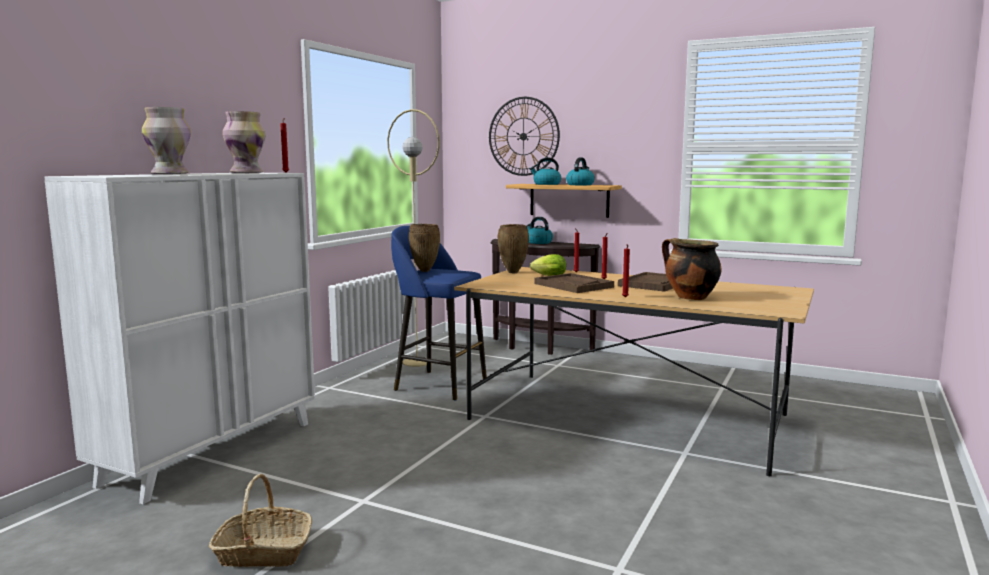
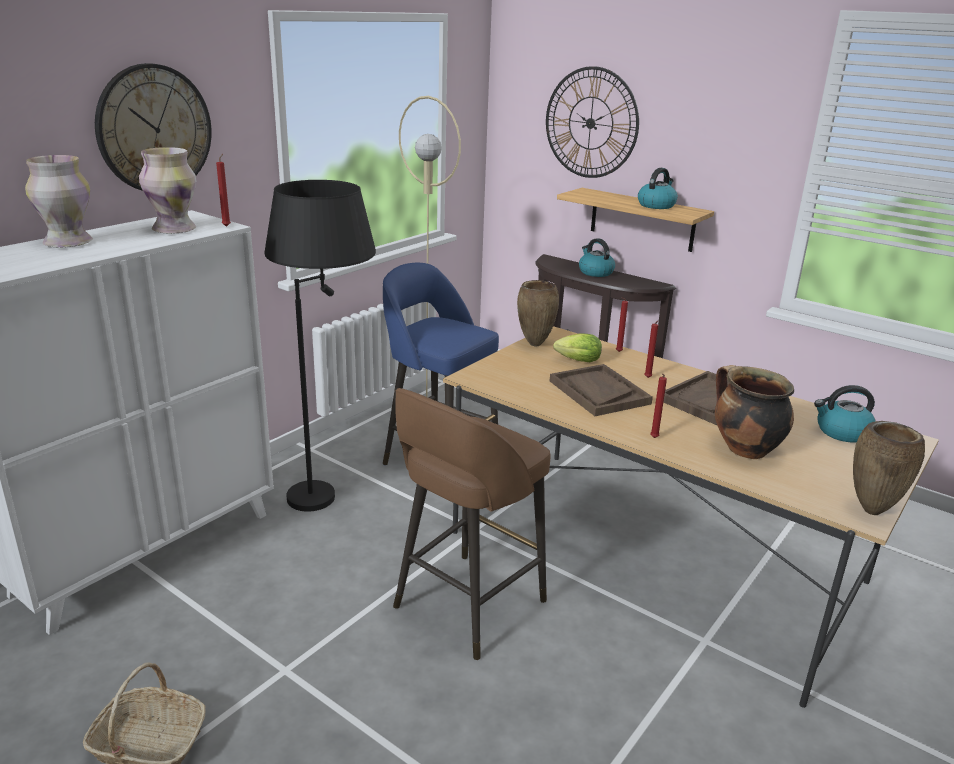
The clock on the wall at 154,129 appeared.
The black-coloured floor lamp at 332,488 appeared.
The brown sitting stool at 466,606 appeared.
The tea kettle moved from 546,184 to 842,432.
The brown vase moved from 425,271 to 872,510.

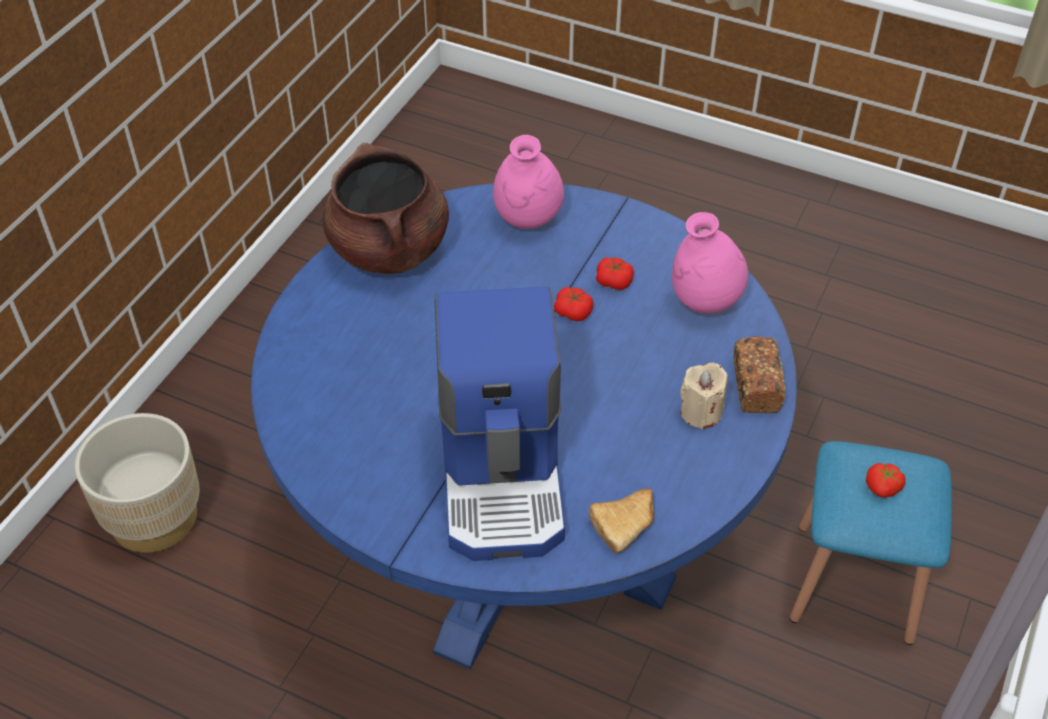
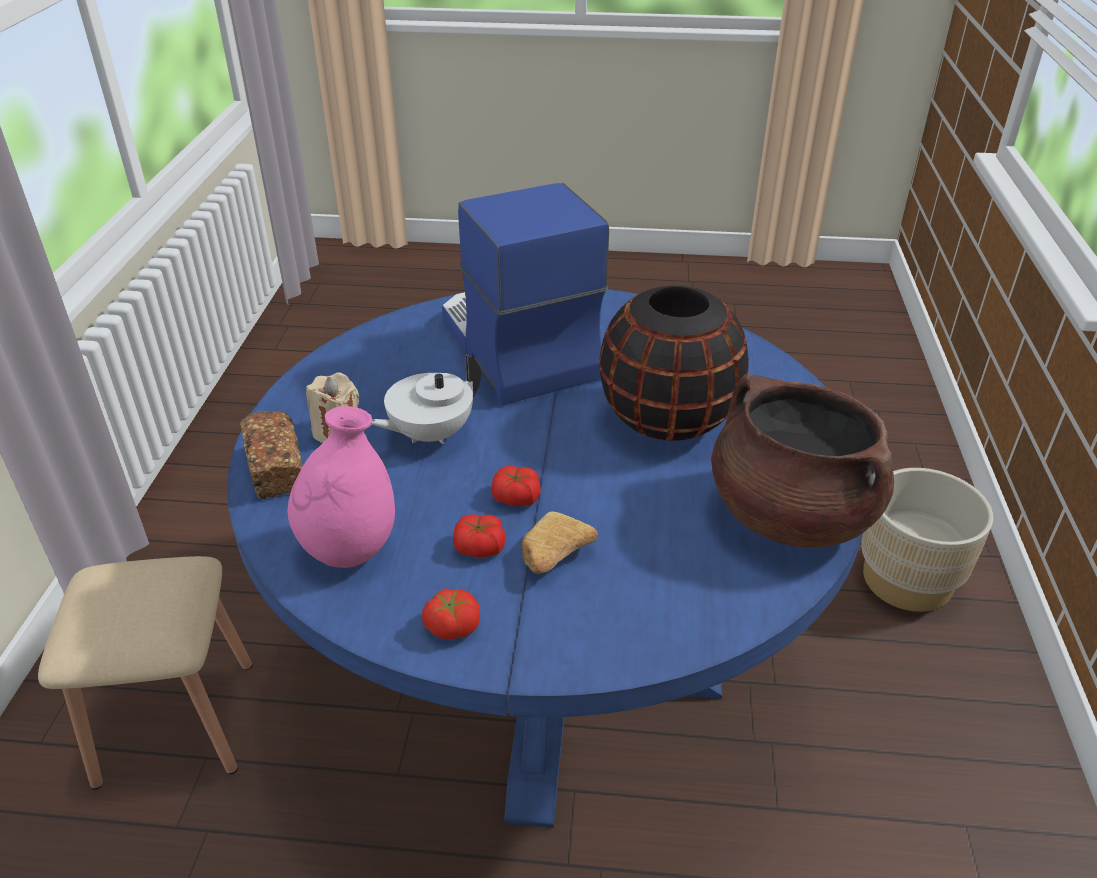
The bluish sitting stool at 854,582 became the beige sitting stool at 176,721.
The white tea pot at 430,434 appeared.
The tomato moved from 883,488 to 452,625.
The baked bread moved from 627,523 to 552,557.
The black-coloured vase at 668,419 appeared.
The pinkish vase at 527,220 disappeared.

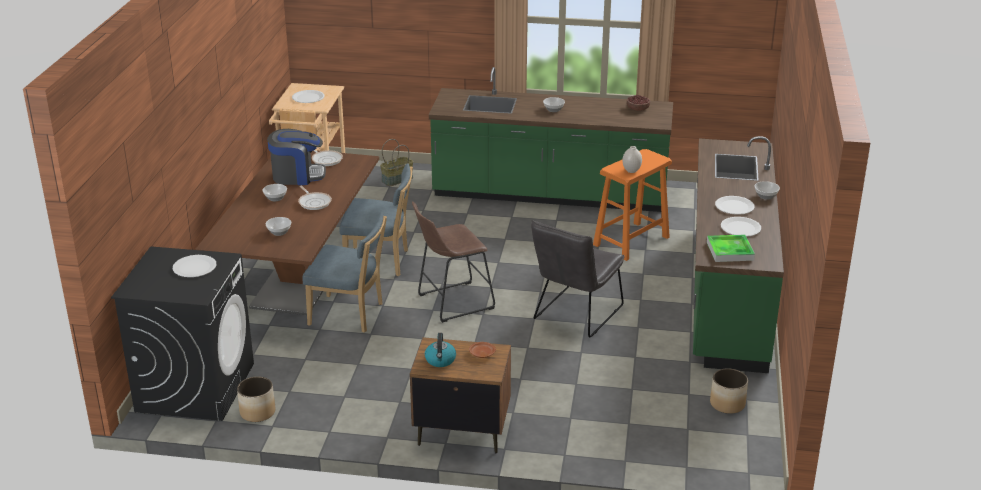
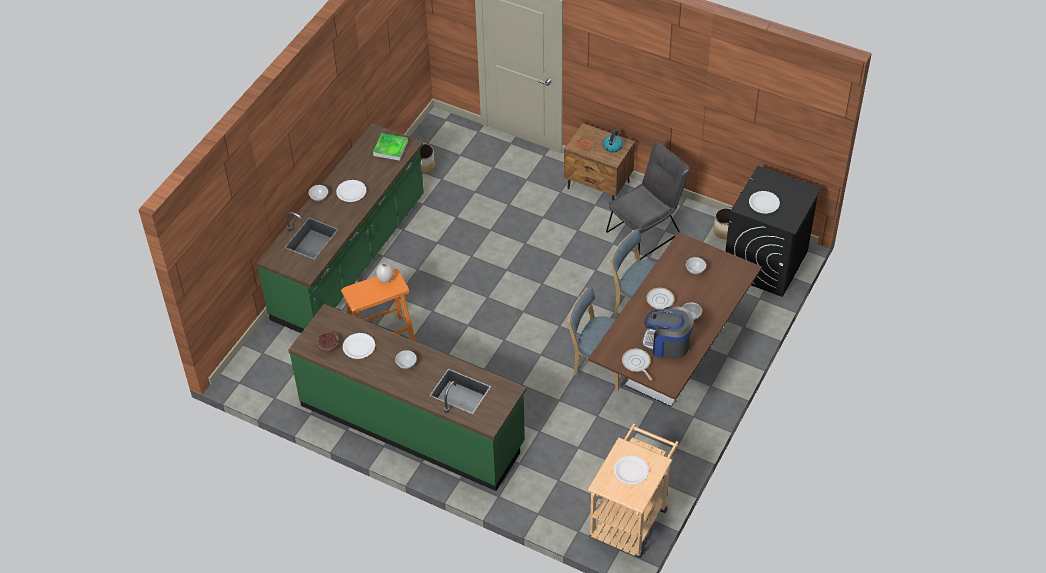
The white flat dish moved from 740,228 to 359,346.
The greyish upright chair moved from 575,315 to 647,231.
The household basket at 397,179 disappeared.
The brown sitting stool at 451,302 disappeared.

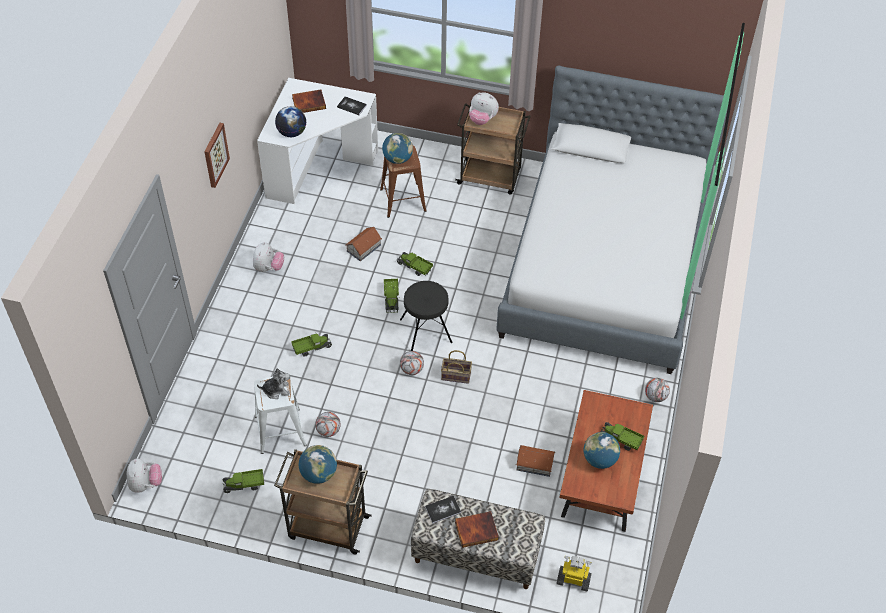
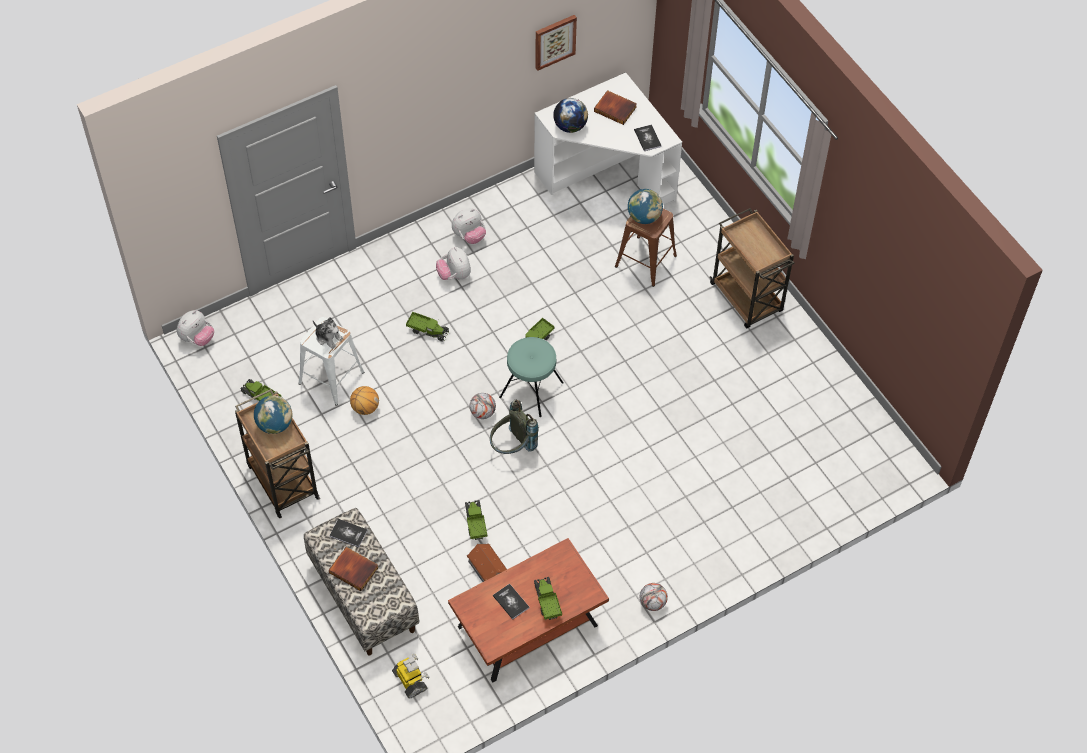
The football ball at 328,431 was replaced by the basketball ball at 365,408.
The soft toy moved from 482,119 to 454,275.
The toy lorry moved from 414,267 to 475,523.
The household basket at 457,375 was replaced by the greyish backpack at 512,447.
The desk globe at 599,459 was replaced by the bound book at 511,602.
The black-coloured sitting stool at 425,331 became the blue-green sitting stool at 531,390.
The wall art moved from 215,154 to 554,41.
The toy house at 364,248 disappeared.
The bed at 605,264 disappeared.

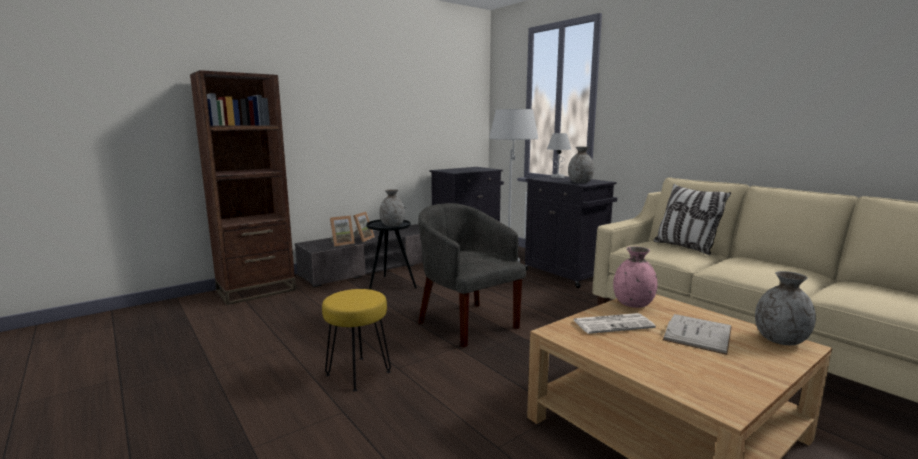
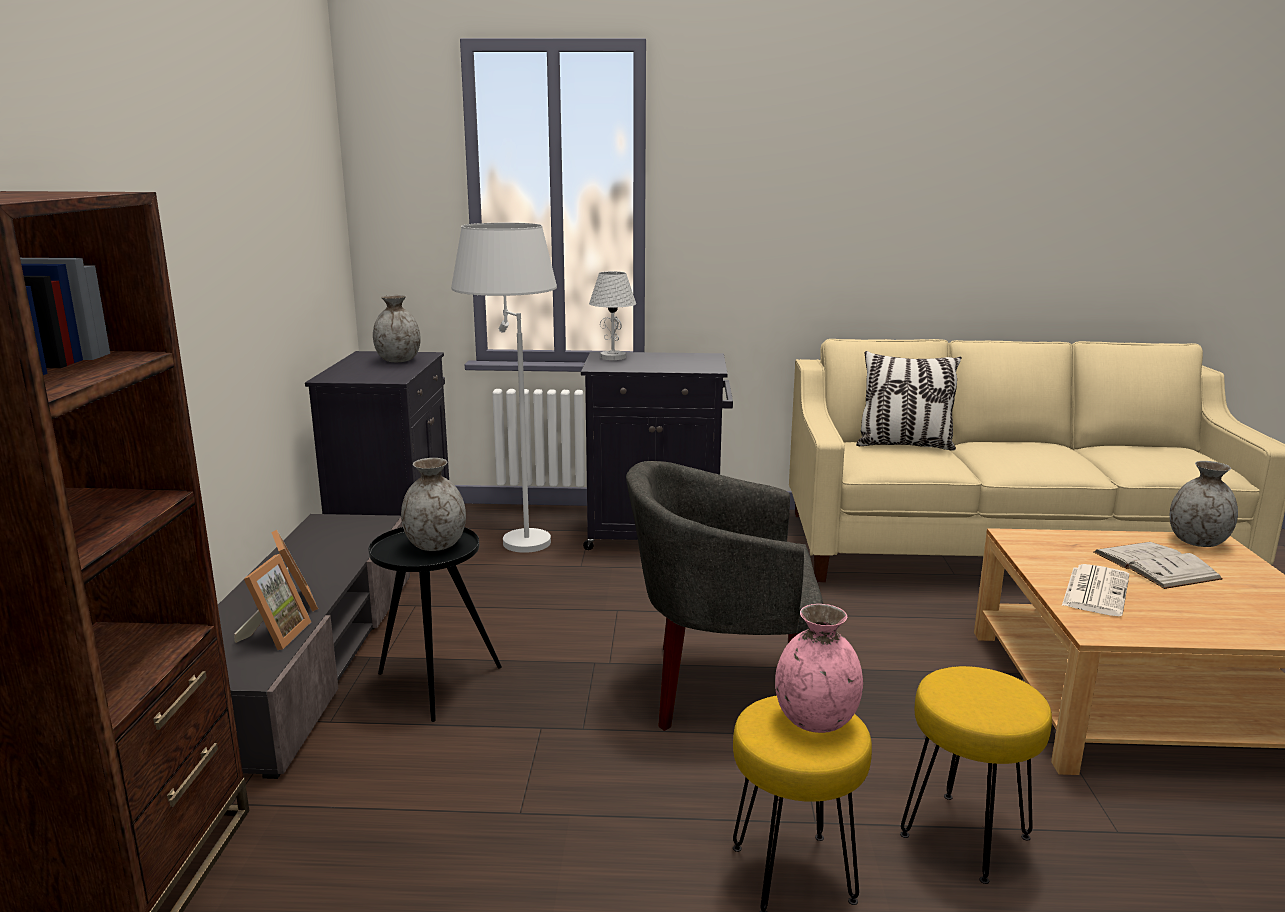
The greyish vase moved from 580,182 to 399,360.
The pinkish vase moved from 633,304 to 815,720.
The yellow sitting stool at 965,837 appeared.

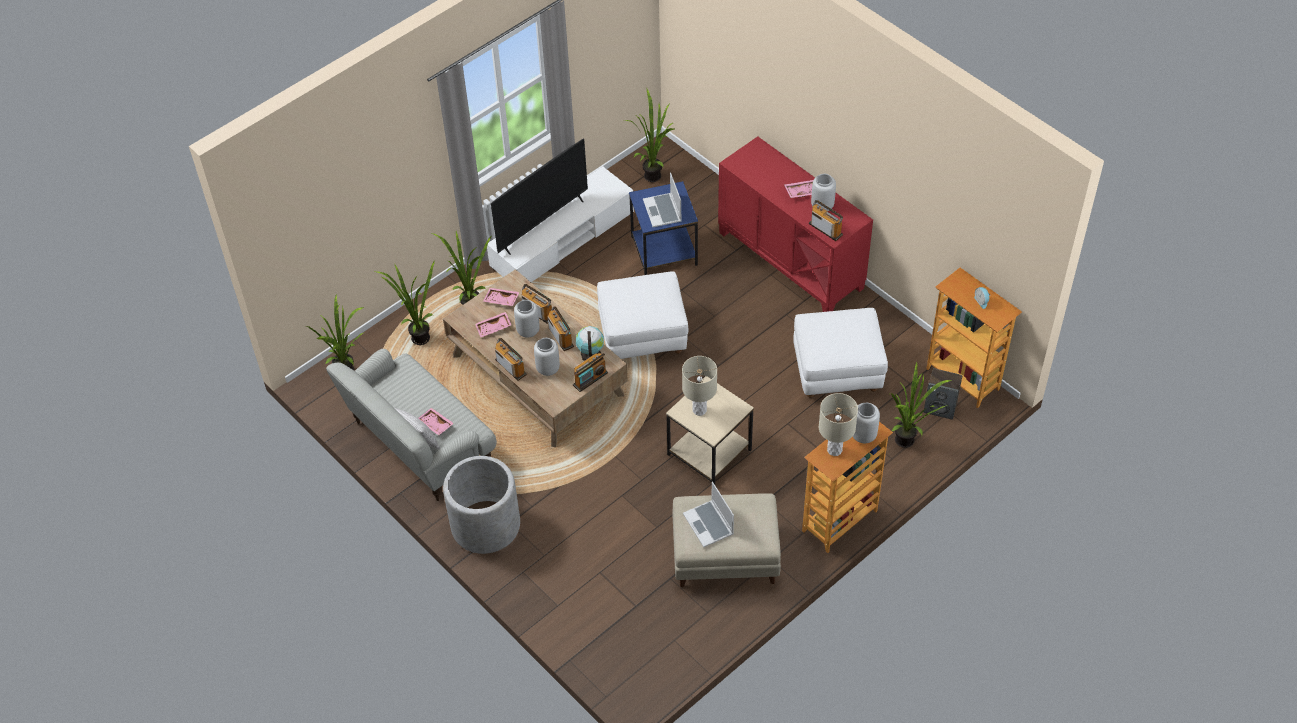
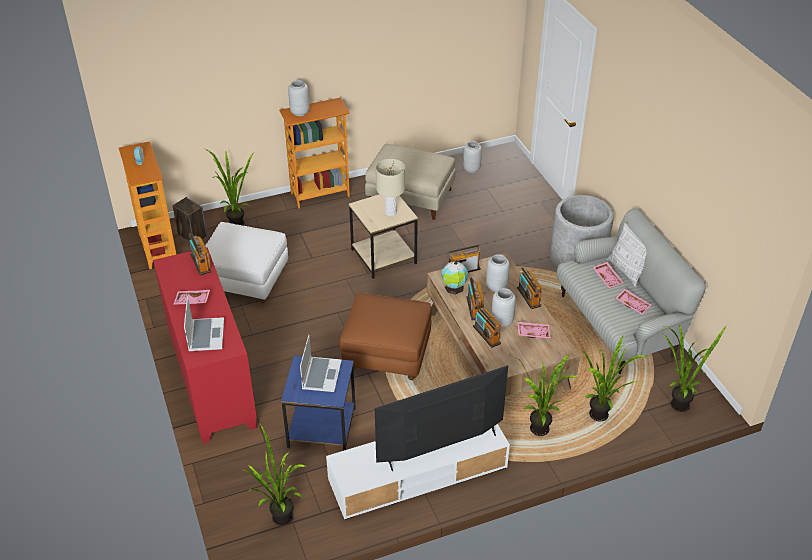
The laptop moved from 709,524 to 205,335.
The white ottoman at 643,335 became the brown ottoman at 386,355.
The greyish vase moved from 822,206 to 471,169.
The pinkish serving tray moved from 501,300 to 633,304.
The beige table lamp at 834,450 disappeared.

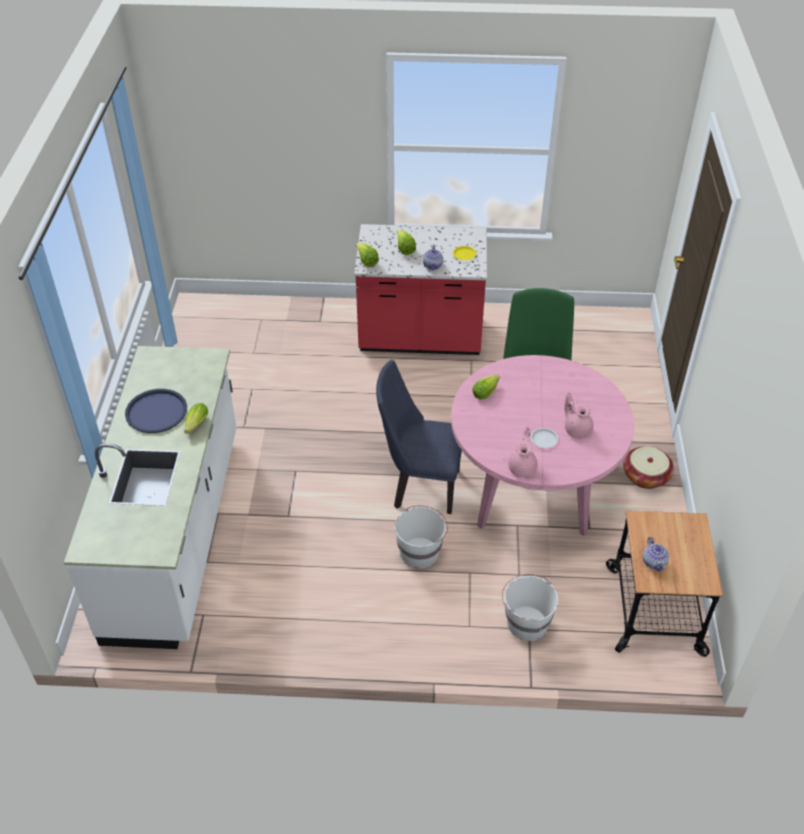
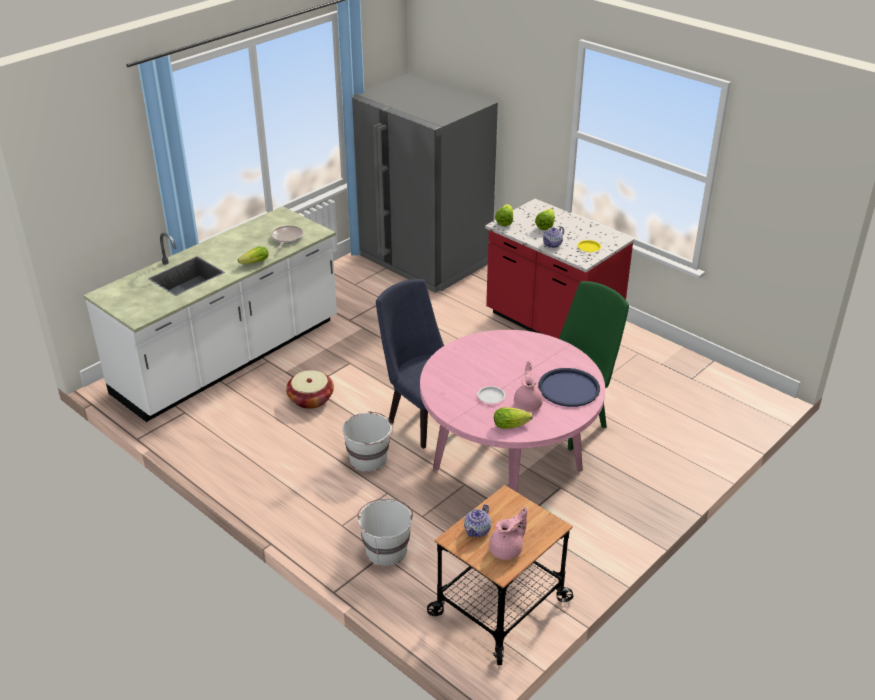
The pan at 286,238 appeared.
The household basket moved from 645,476 to 311,399.
The greyish fridge at 423,259 appeared.
The pinkish tea pot moved from 522,467 to 507,550.
The head of lettuce moved from 486,391 to 513,425.
The bluish serving tray moved from 156,412 to 568,388.

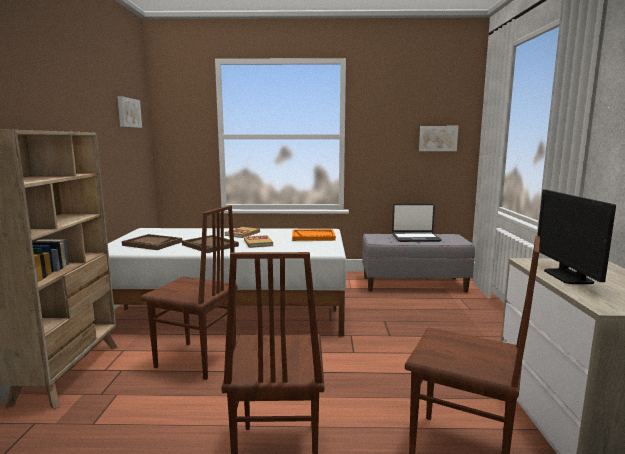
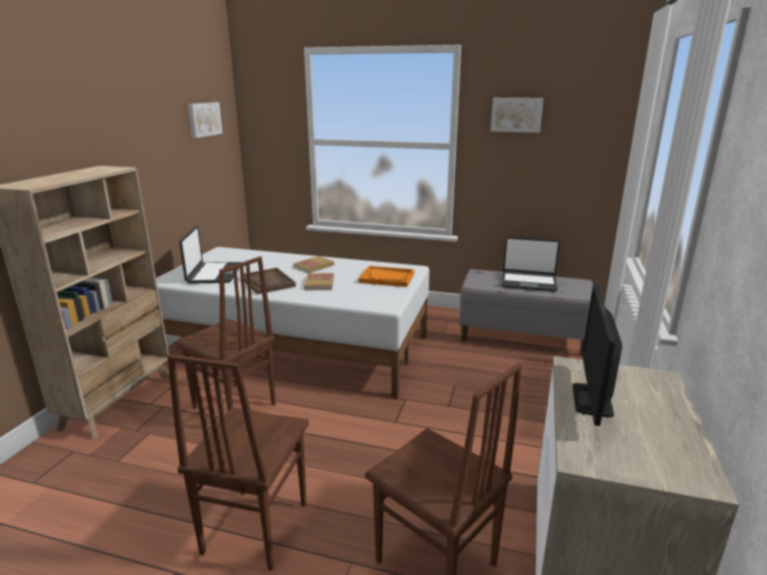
The brown serving tray at 152,243 was replaced by the laptop at 214,274.
The wall art moved from 438,138 to 516,114.

